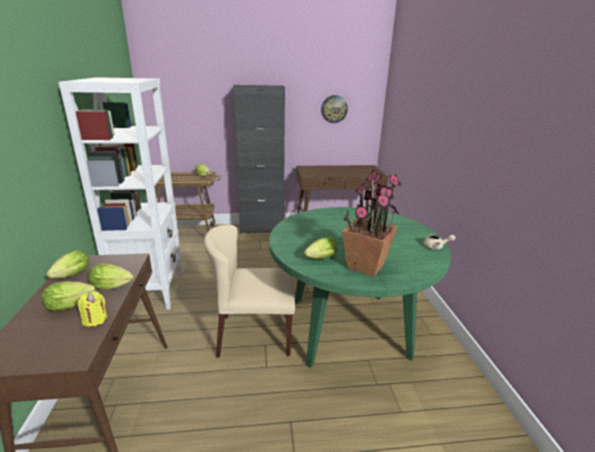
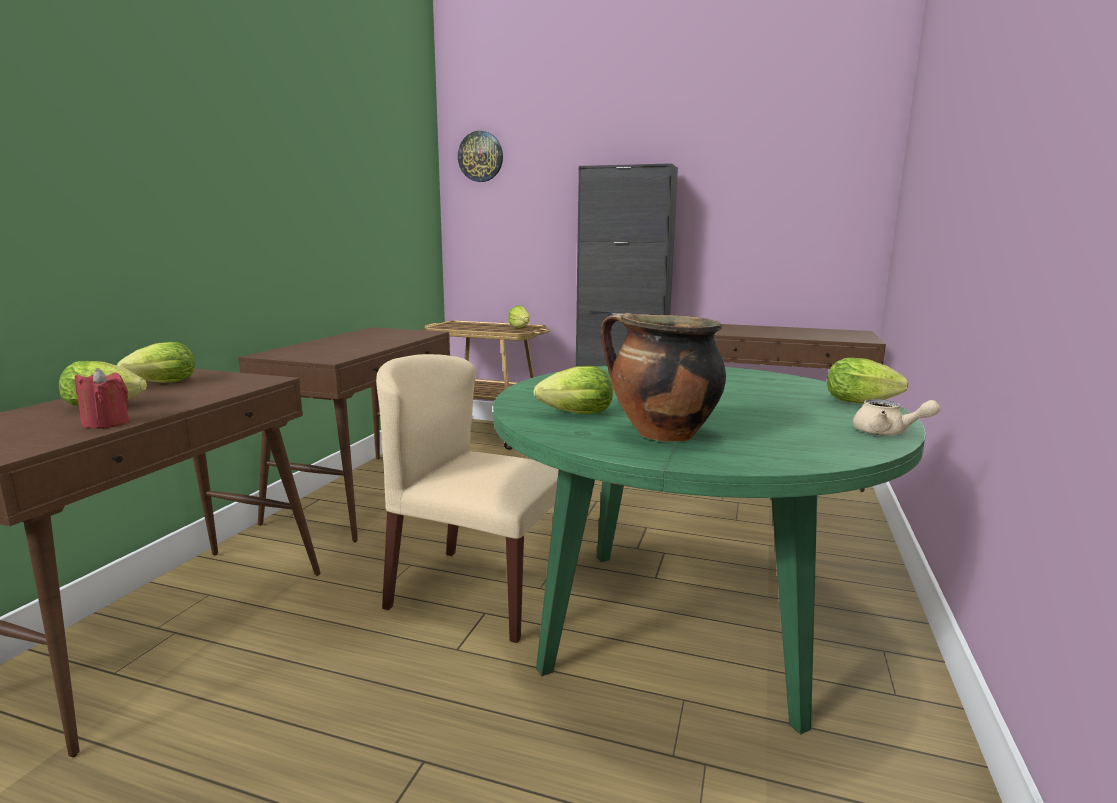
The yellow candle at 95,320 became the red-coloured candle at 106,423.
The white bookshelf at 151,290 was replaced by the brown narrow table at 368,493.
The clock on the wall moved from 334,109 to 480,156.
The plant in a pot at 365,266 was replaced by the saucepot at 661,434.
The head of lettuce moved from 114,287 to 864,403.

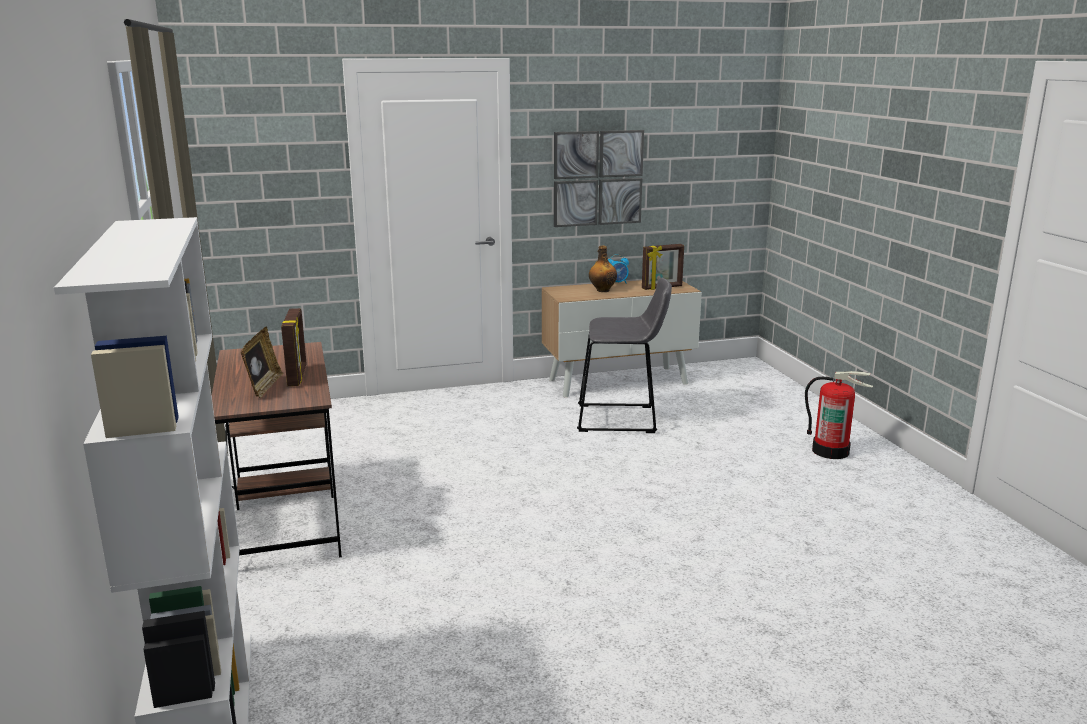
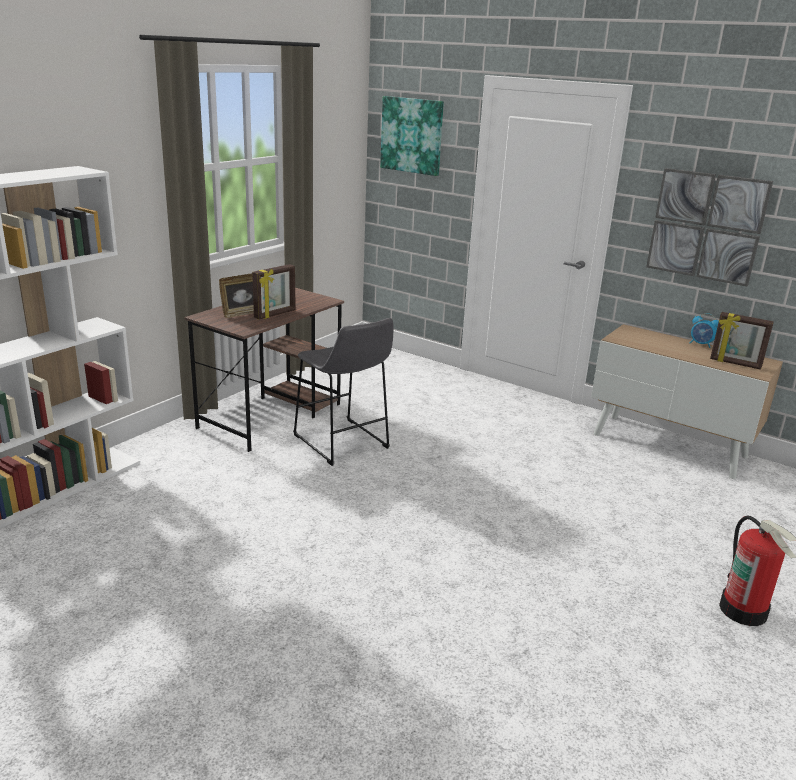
The greyish sitting stool moved from 621,419 to 343,444.
The wall art at 412,135 appeared.
The bottle at 602,290 disappeared.

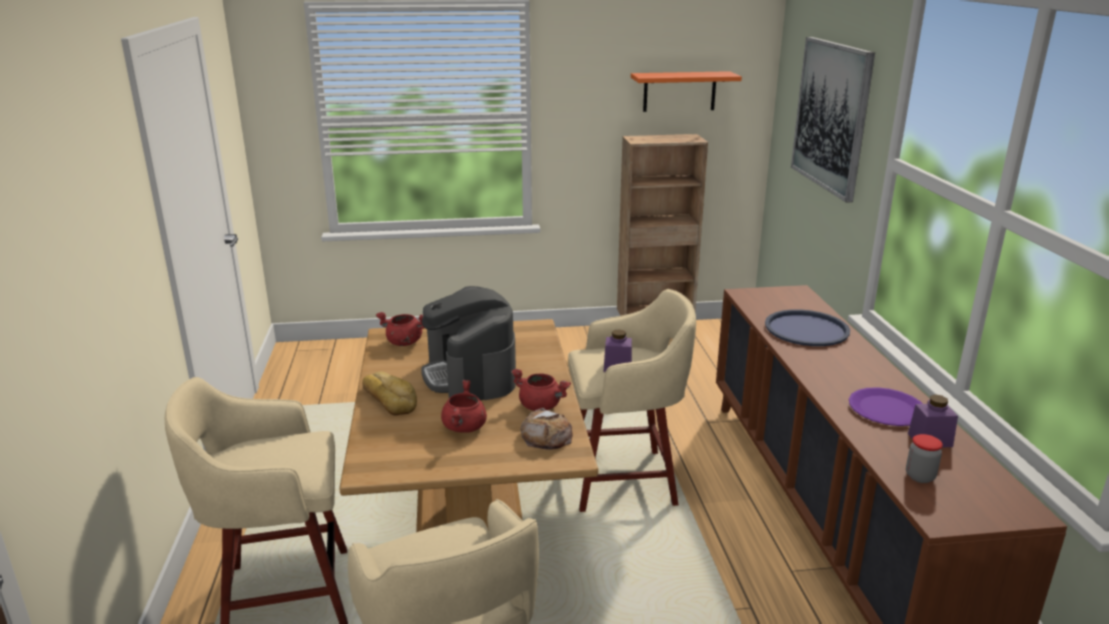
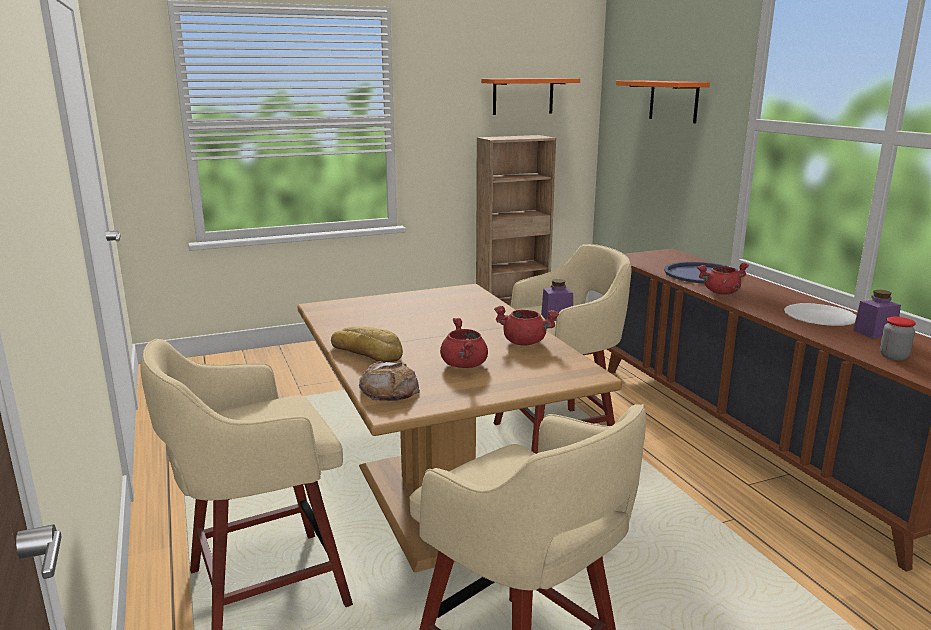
The baked bread moved from 546,436 to 389,389.
The wall art at 831,116 was replaced by the orangey shelf at 673,101.
The red-coloured saucepot moved from 403,342 to 720,292.
The purple-coloured flat dish at 886,409 became the white flat dish at 819,317.
The coffee brewer at 470,376 disappeared.

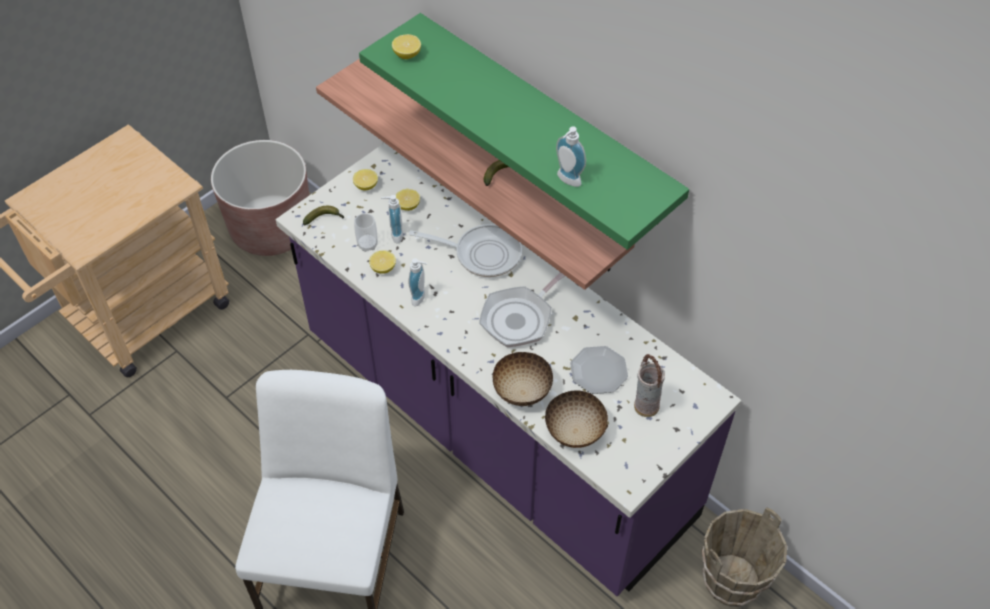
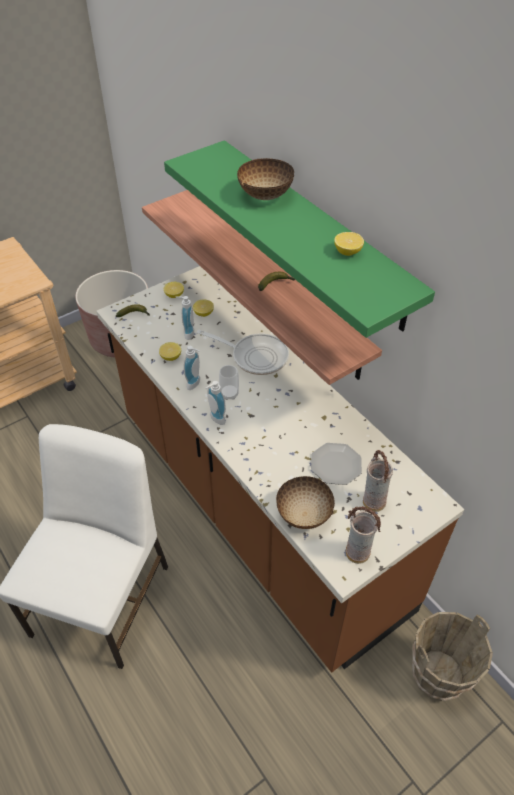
The purple-coloured kitchen counter at 495,427 became the brown kitchen counter at 256,510.
The soap bottle moved from 567,181 to 215,419.
The small cup moved from 367,244 to 229,394.
The bowl moved from 522,391 to 265,195.
The whole lemon moved from 407,54 to 347,252.
The vase at 357,554 appeared.
The pan at 520,317 disappeared.

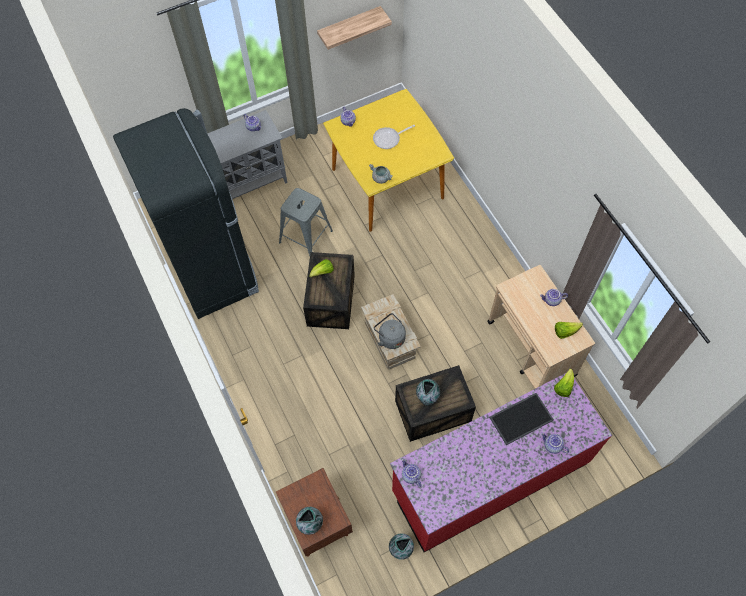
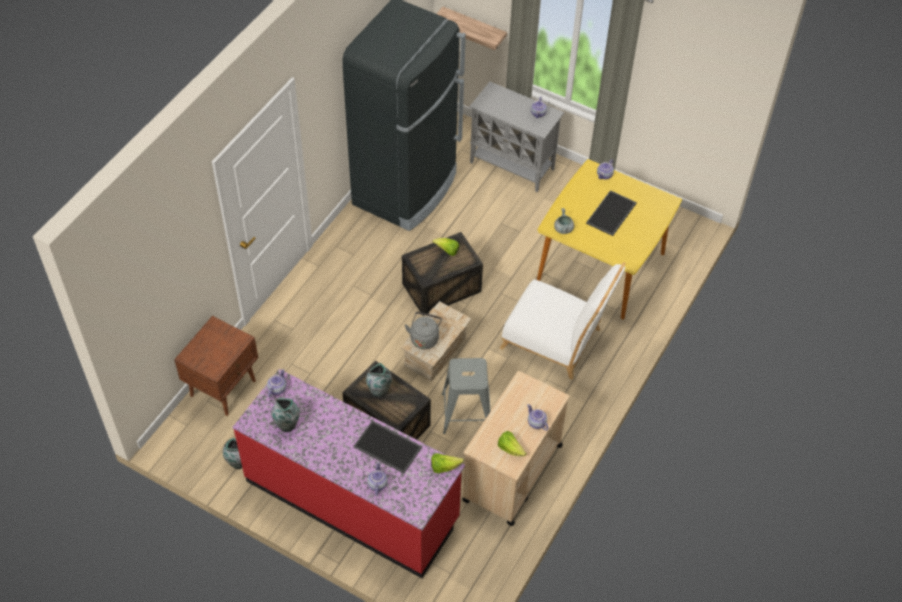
The vase moved from 311,525 to 287,425.
The shelf moved from 349,27 to 474,28.
The greyish sitting stool moved from 306,237 to 466,413.
The white upright chair at 556,341 appeared.
The pan at 389,139 was replaced by the serving tray at 611,214.

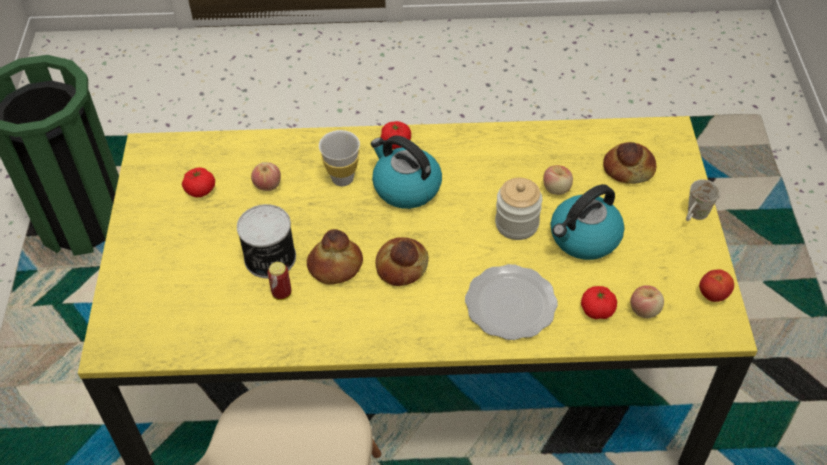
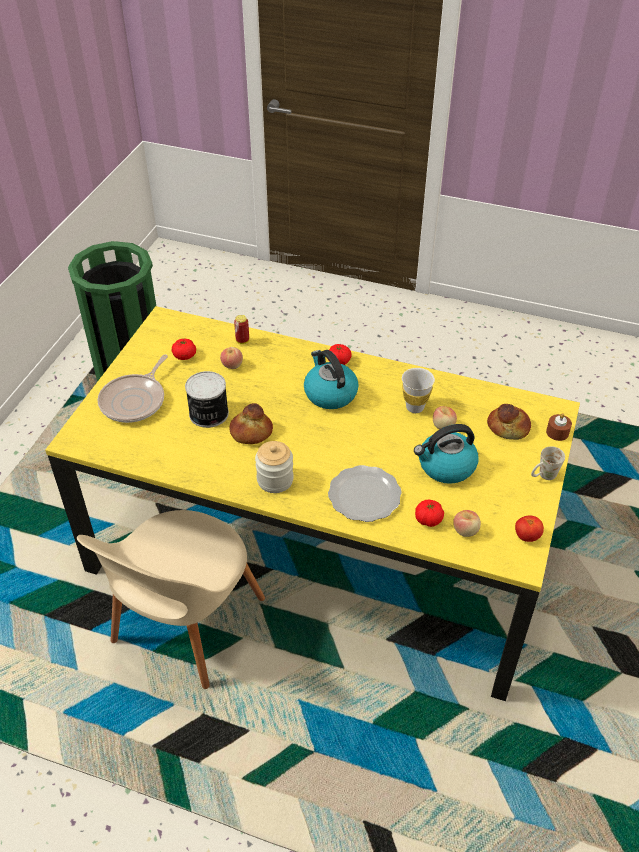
The pan at 135,400 appeared.
The can moved from 282,294 to 242,341.
The jar moved from 517,224 to 275,480.
The white small cup moved from 342,178 to 415,407.
The brown candle at 557,432 appeared.
The baked bread at 401,266 disappeared.

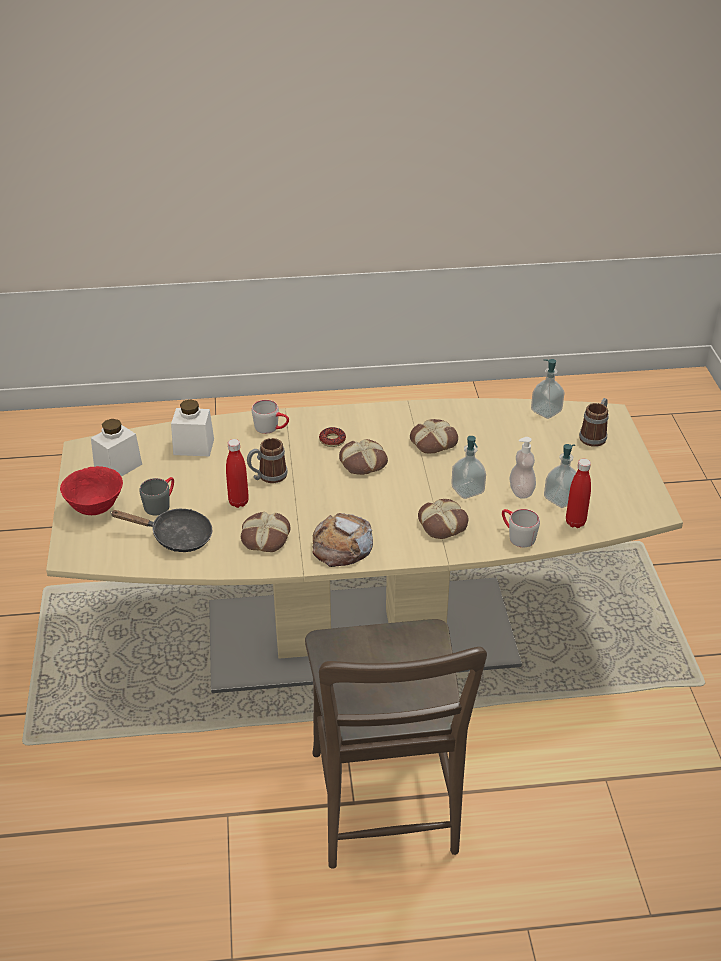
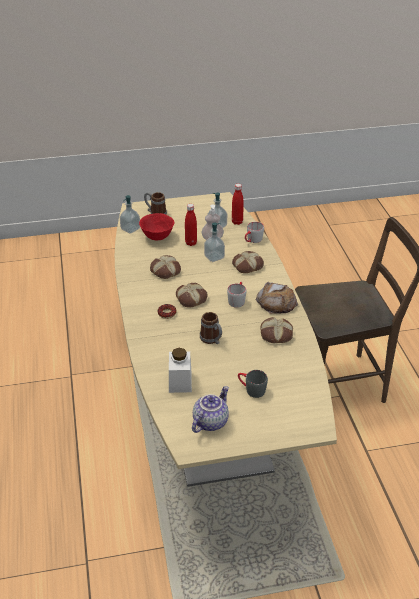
The red-coloured bowl moved from 96,508 to 157,237.
The red-coloured bottle moved from 238,502 to 191,243.
The white jar at 118,466 was replaced by the tea pot at 210,421.
The greyish mug moved from 271,428 to 237,300.
The black-coloured pan at 176,537 disappeared.

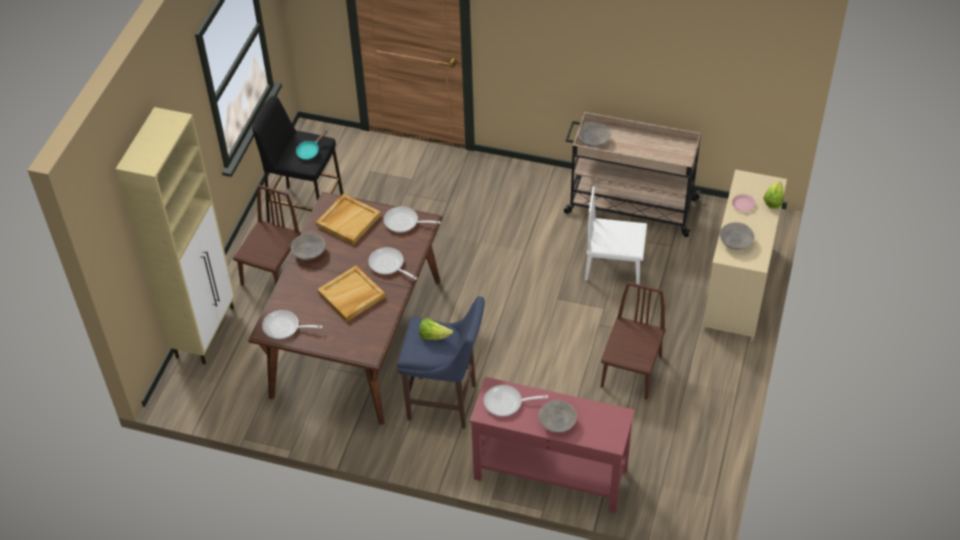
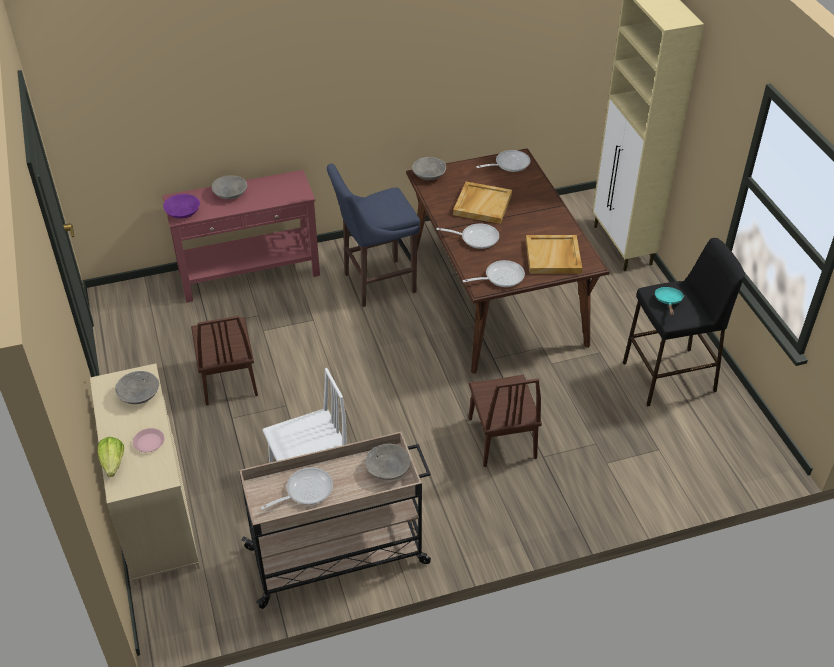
The purple-coloured bowl at 182,213 appeared.
The pan moved from 507,403 to 305,491.
The greyish bowl moved from 309,252 to 429,175.
The brown upright chair moved from 273,272 to 502,437.
The head of lettuce at 433,335 disappeared.

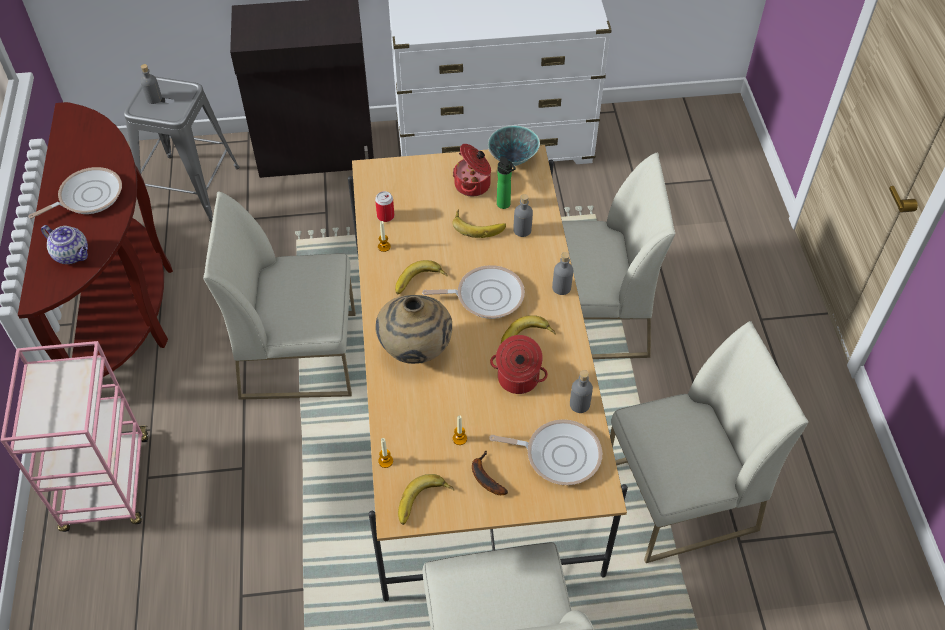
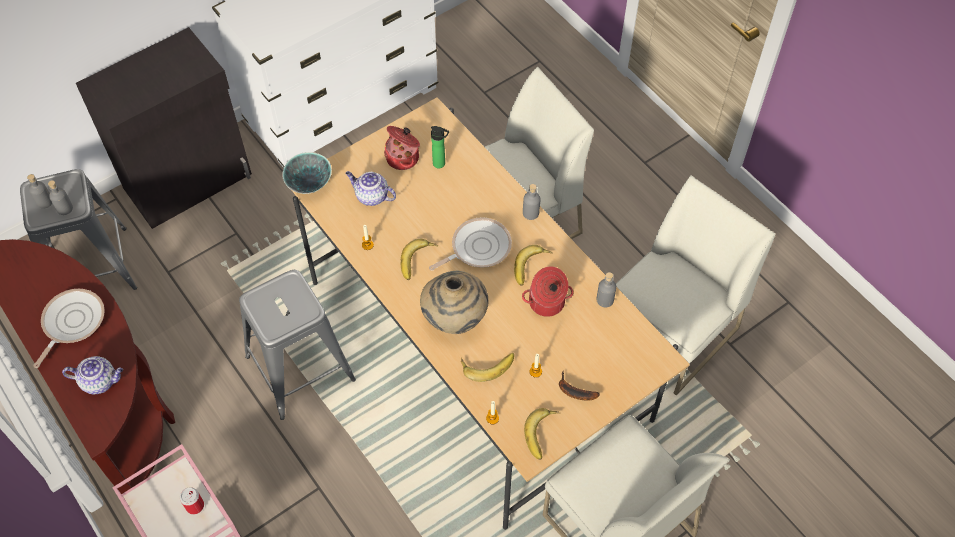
The greyish bottle moved from 522,230 to 65,208.
The can moved from 385,216 to 195,506.
The white upright chair at 300,354 was replaced by the greyish sitting stool at 300,368.
The bowl moved from 513,159 to 310,184.
The tea pot at 371,196 appeared.
The banana fruit moved from 478,225 to 487,364.
The pan at 558,454 disappeared.

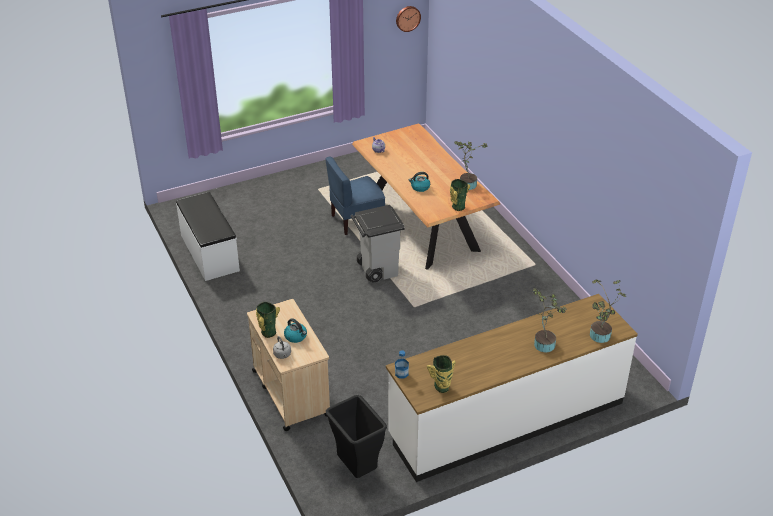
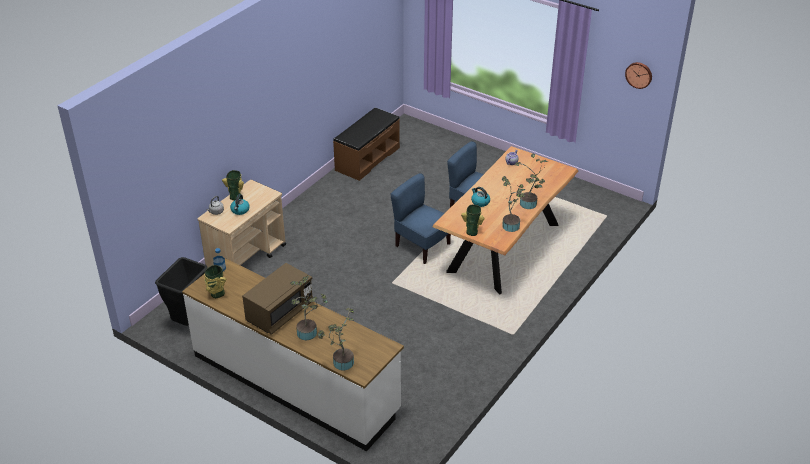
The brown microwave oven at 280,312 appeared.
The white bench at 209,253 became the brown bench at 367,159.
The greyish trash can at 377,269 was replaced by the bluish upright chair at 421,246.
The plant in a pot at 529,205 appeared.

